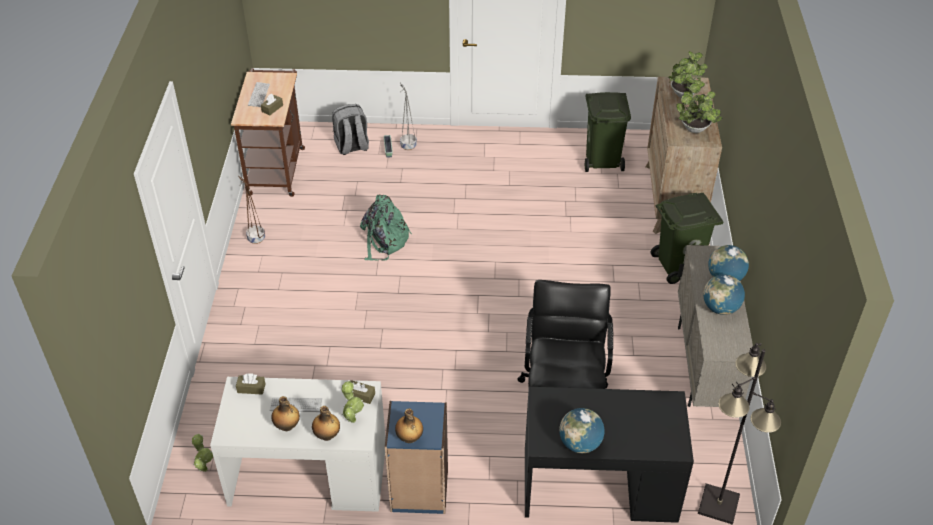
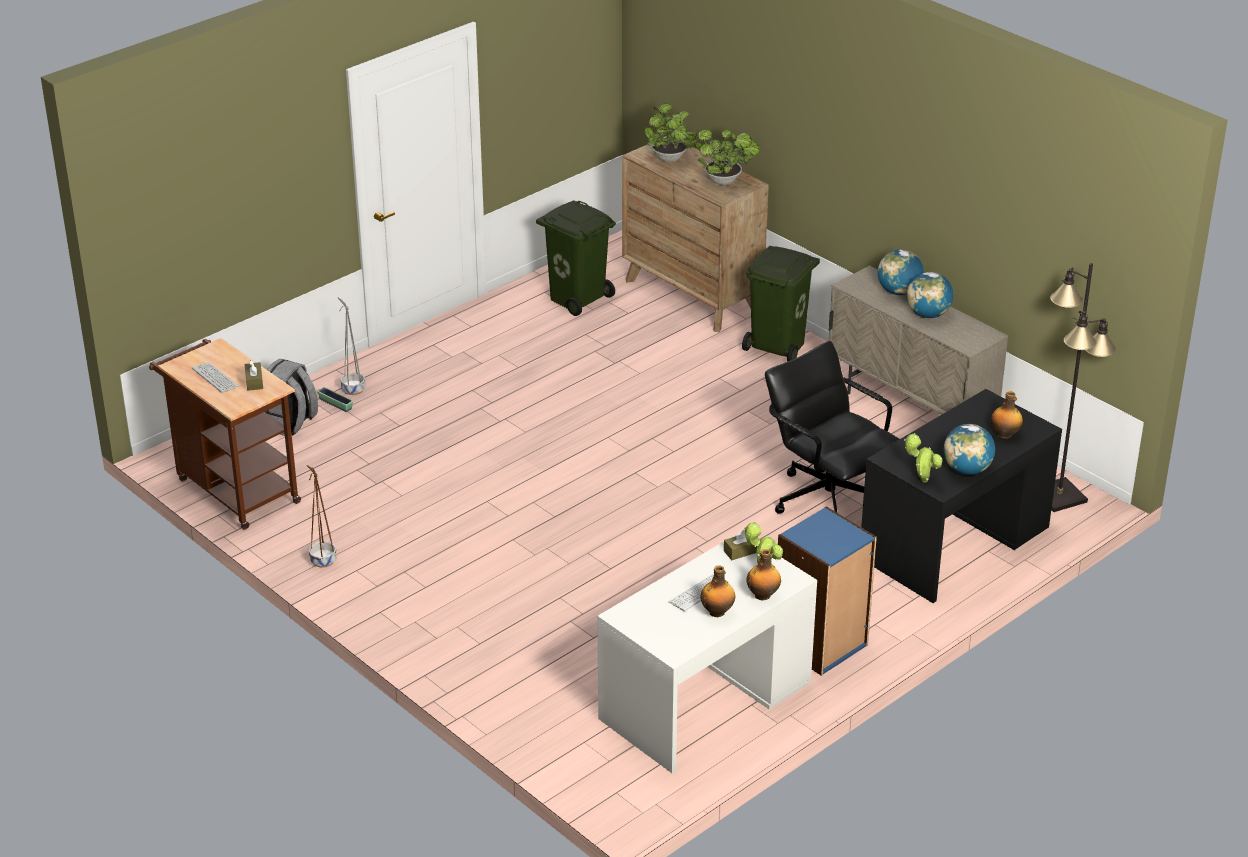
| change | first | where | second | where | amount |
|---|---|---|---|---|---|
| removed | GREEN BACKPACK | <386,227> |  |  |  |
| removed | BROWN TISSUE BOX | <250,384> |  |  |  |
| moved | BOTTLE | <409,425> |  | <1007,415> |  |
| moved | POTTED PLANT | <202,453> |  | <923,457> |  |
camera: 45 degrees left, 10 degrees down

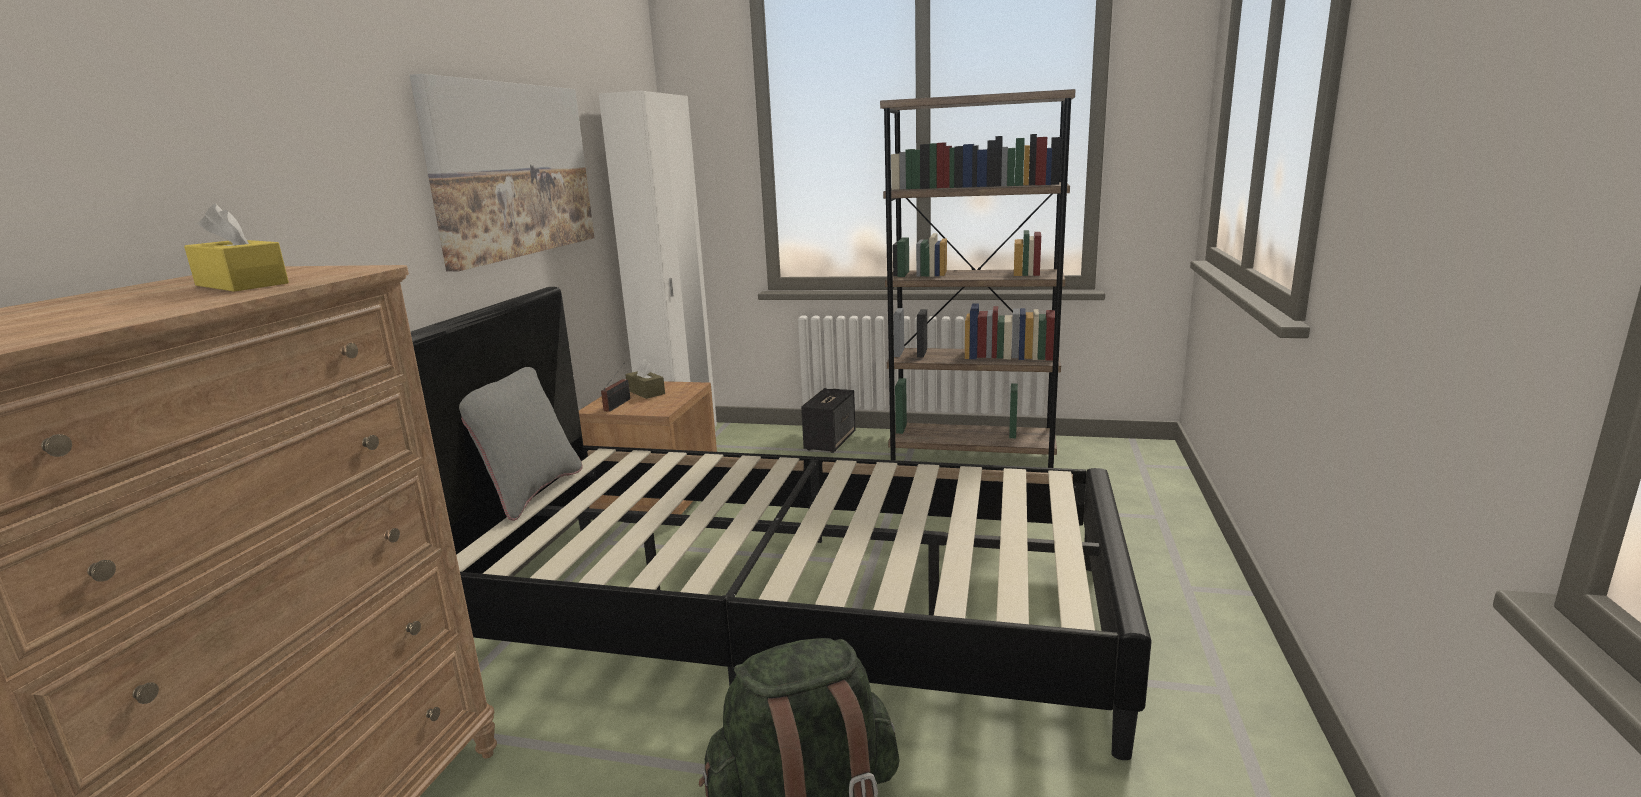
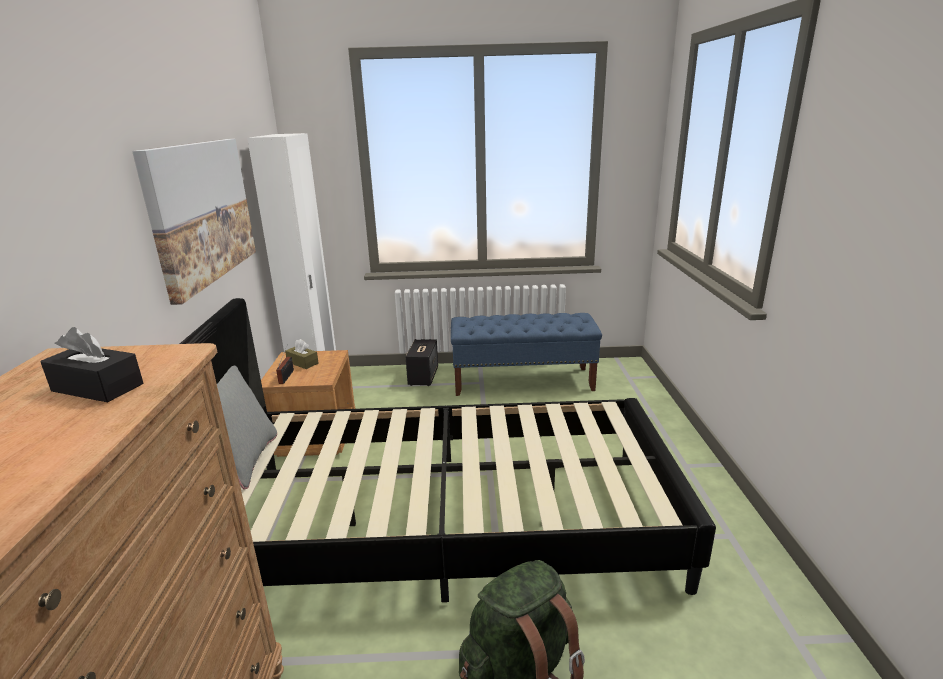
| change | first | where | second | where | amount |
|---|---|---|---|---|---|
| replaced | BROWN BOOKCASE | <978,278> | BLUE BENCH | <526,354> |  |
| recoloured | YELLOW TISSUE BOX | <236,247> | BLACK TISSUE BOX | <91,364> |  |
camera: 15 degrees left, 5 degrees up

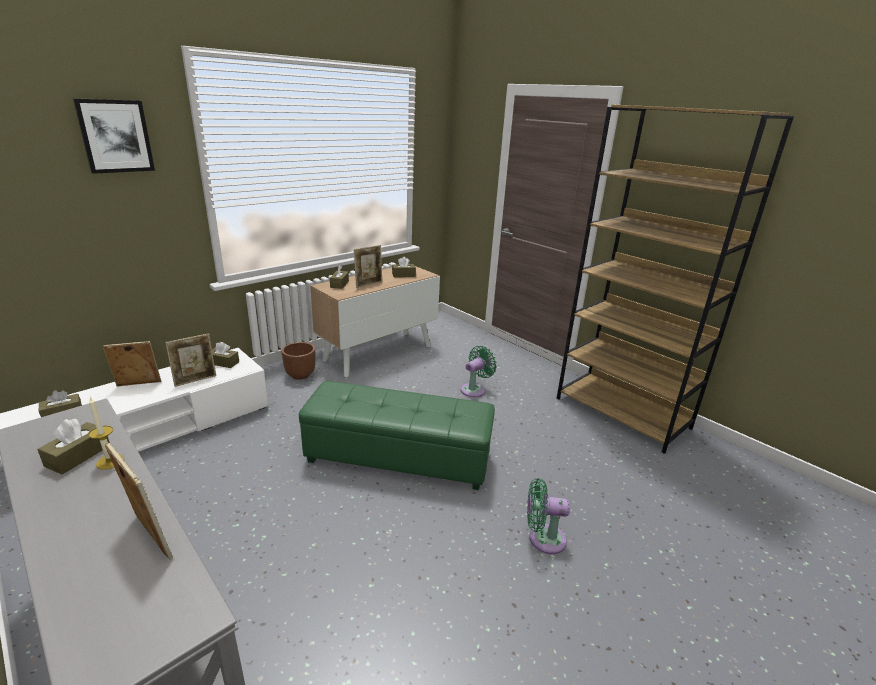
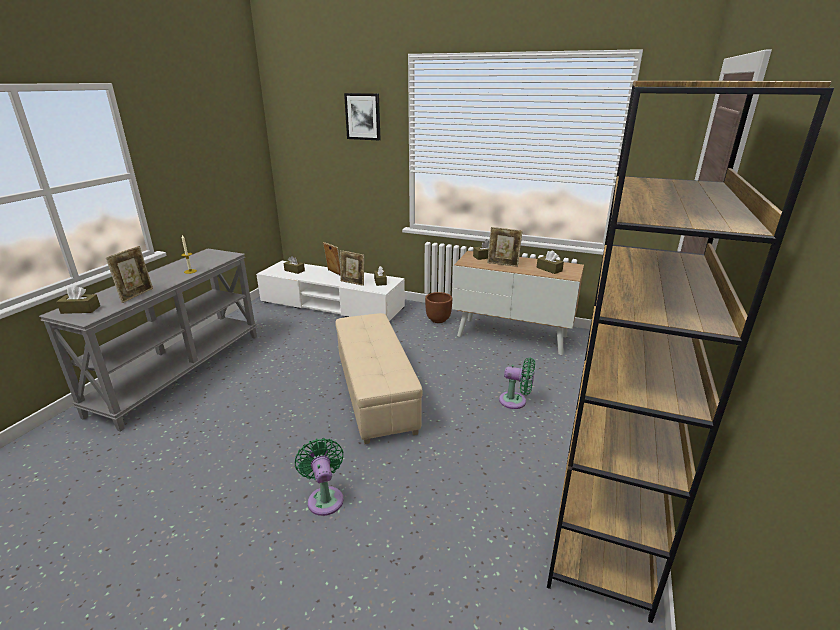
| change | first | where | second | where | amount |
|---|---|---|---|---|---|
| recoloured | GREEN OTTOMAN | <397,435> | BEIGE OTTOMAN | <379,378> |  |
| moved | BROWN TISSUE BOX | <73,447> |  | <78,299> |  |
camera: 65 degrees right, 0 degrees up

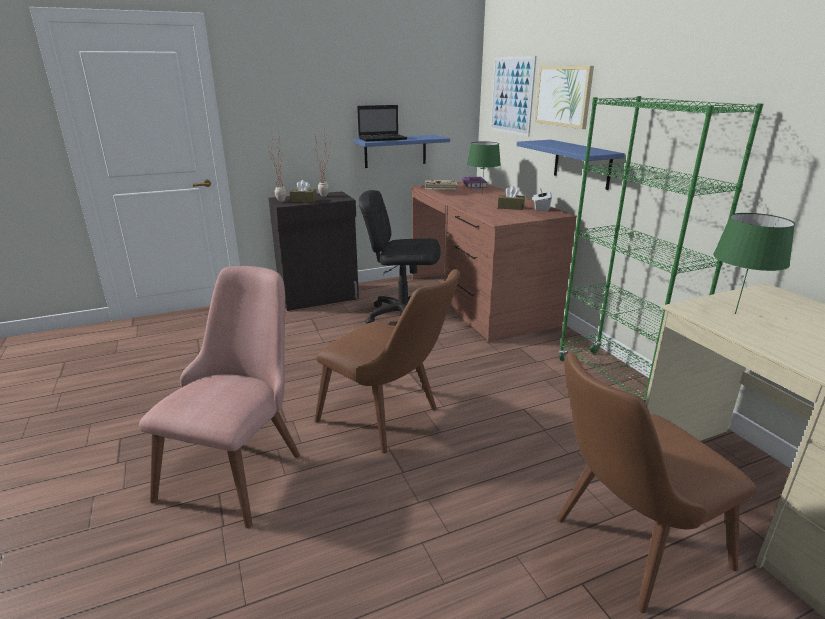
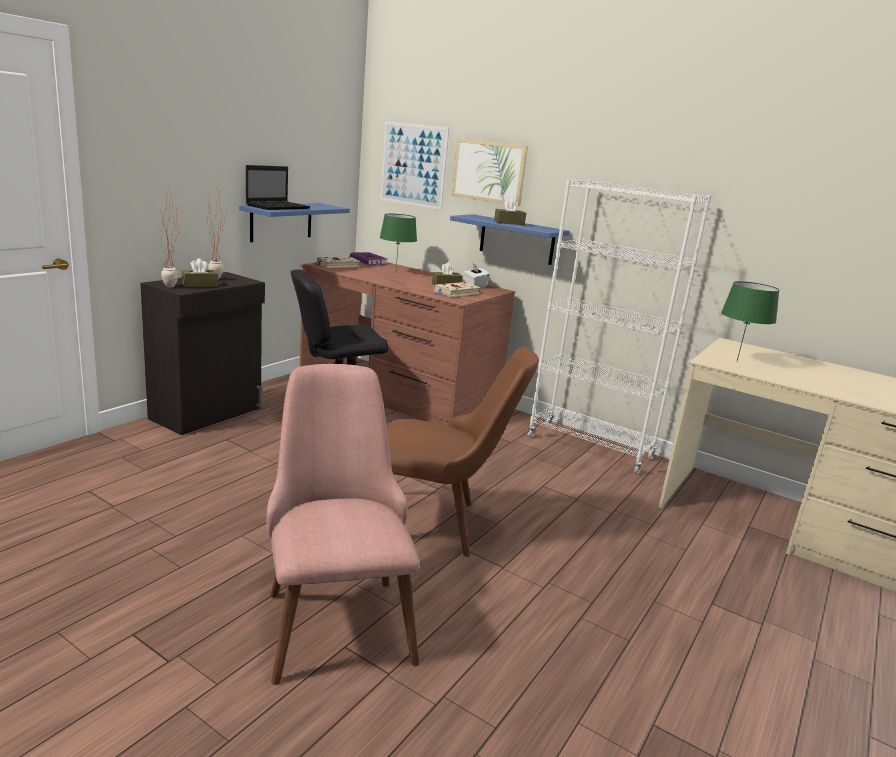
| change | first | where | second | where | amount |
|---|---|---|---|---|---|
| recoloured | GREEN BOOKCASE | <660,249> | WHITE BOOKCASE | <620,326> |  |
| removed | BROWN CHAIR | <657,482> |  |  |  |
| added |  |  | BROWN TISSUE BOX | <510,211> |  |
| added |  |  | BEIGE BOOK | <457,289> |  |
camera: 35 degrees left, 5 degrees down

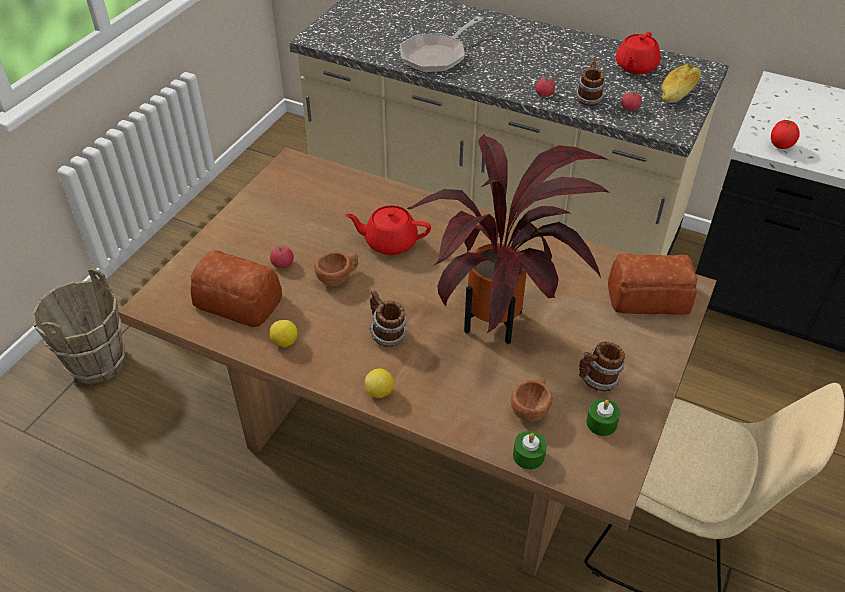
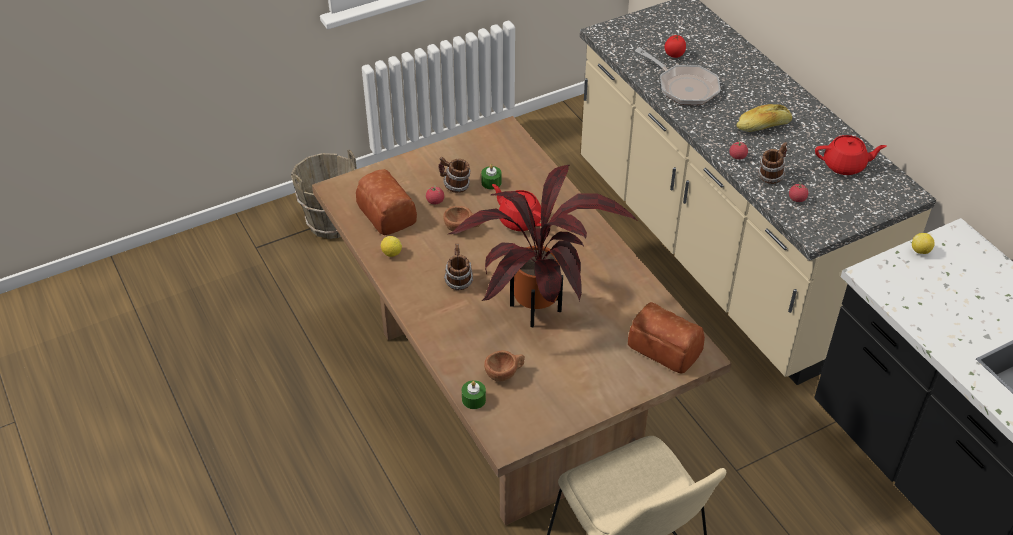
| change | first | where | second | where | amount |
|---|---|---|---|---|---|
| turned | FRYING PAN | <441,44> |  | <677,76> | 120 degrees counterclockwise |
| turned | RED TEAPOT | <638,53> |  | <851,155> | 150 degrees counterclockwise |
| moved | BREAD | <681,83> |  | <764,118> |  |
| moved | TOMATO | <785,134> |  | <675,46> |  |
| moved | MUG | <602,367> |  | <454,175> |  |
| moved | LEMON | <379,383> |  | <923,243> |  |
| moved | GREEN CANDLE | <603,417> |  | <491,177> |  |
camera: 35 degrees right, 0 degrees up

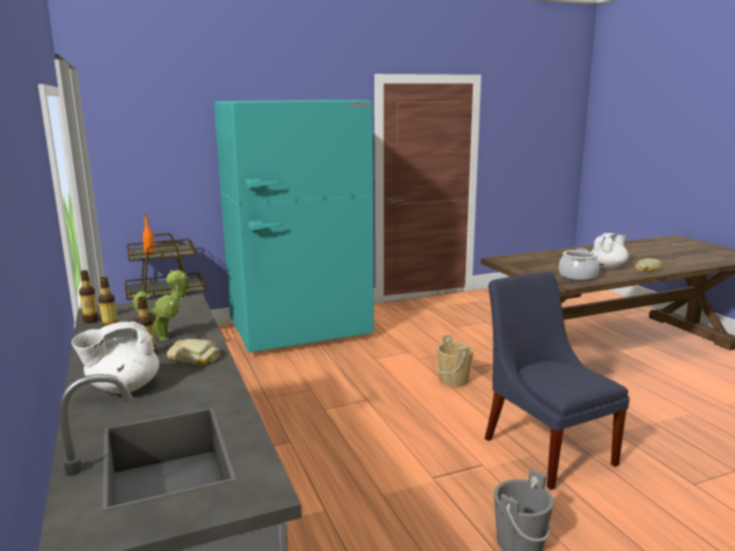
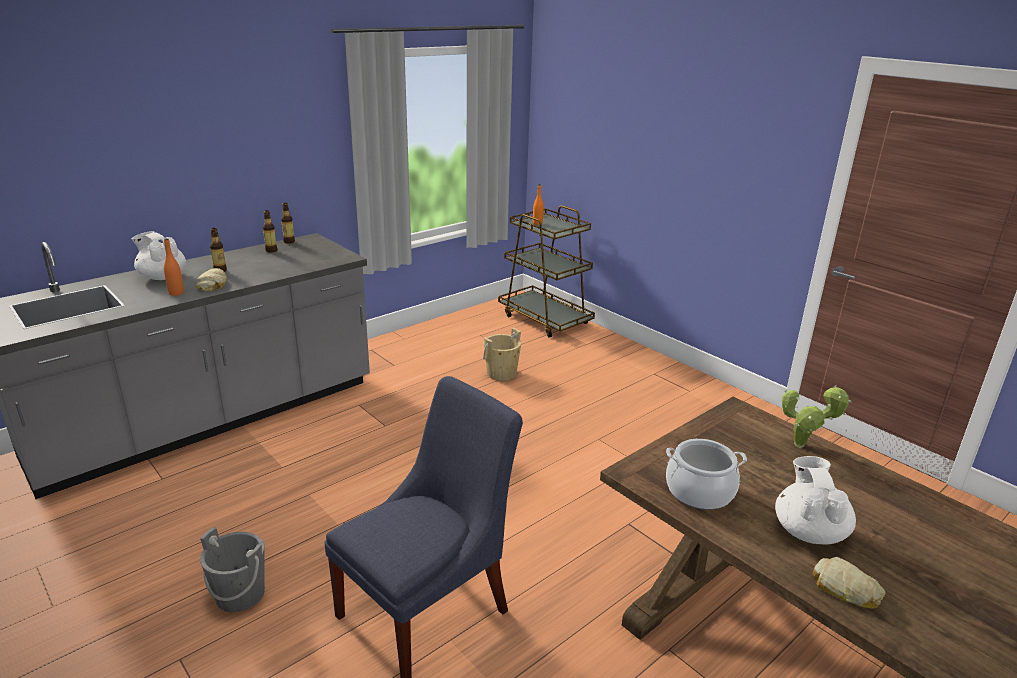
| change | first | where | second | where | amount |
|---|---|---|---|---|---|
| removed | TURQUOISE FRIDGE | <294,226> |  |  |  |
| turned | WHITE TEAPOT | <610,251> |  | <815,500> | 120 degrees counterclockwise |
| moved | POTTED PLANT | <161,305> |  | <816,416> |  |
| moved | BEIGE BUCKET | <455,360> |  | <502,354> |  |
| added |  |  | ORANGE BOTTLE | <174,267> |  |
camera: 70 degrees right, 10 degrees up

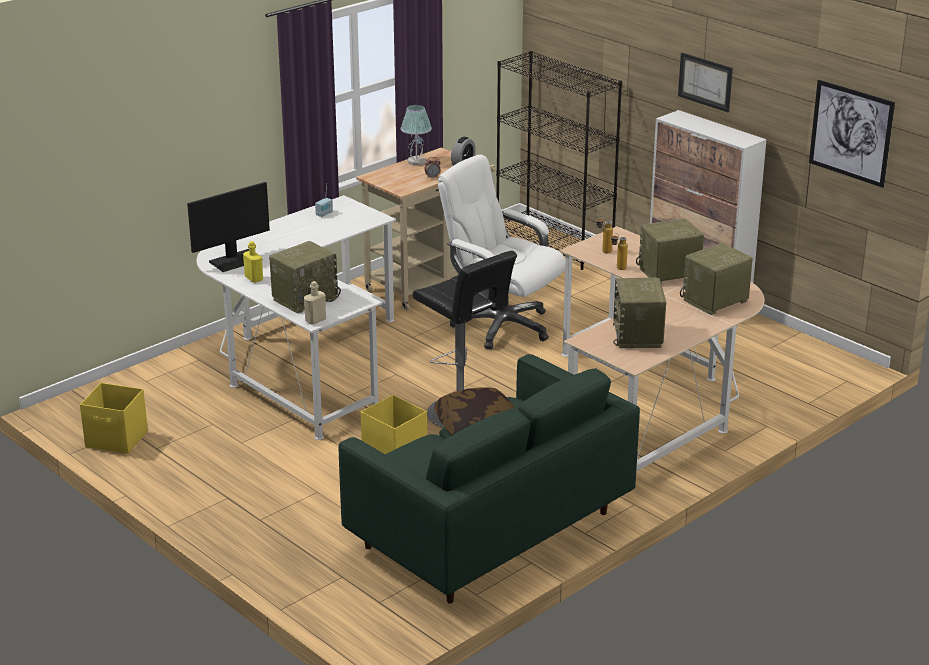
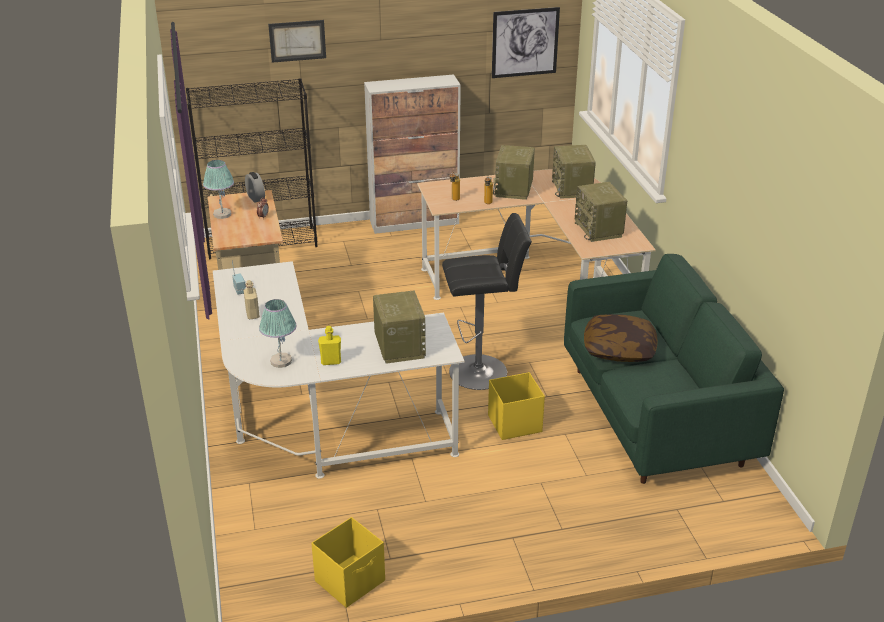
| change | first | where | second | where | amount |
|---|---|---|---|---|---|
| moved | PICTURE | <705,82> |  | <297,41> |  |
| removed | WHITE OFFICE CHAIR | <502,251> |  |  |  |
| replaced | MONITOR | <228,227> | TABLE LAMP | <278,333> |  |
| turned | RADIO | <639,313> |  | <601,212> | 45 degrees clockwise |
| moved | BEIGE BOTTLE | <315,303> |  | <252,299> |  |
camera: 60 degrees left, 5 degrees up

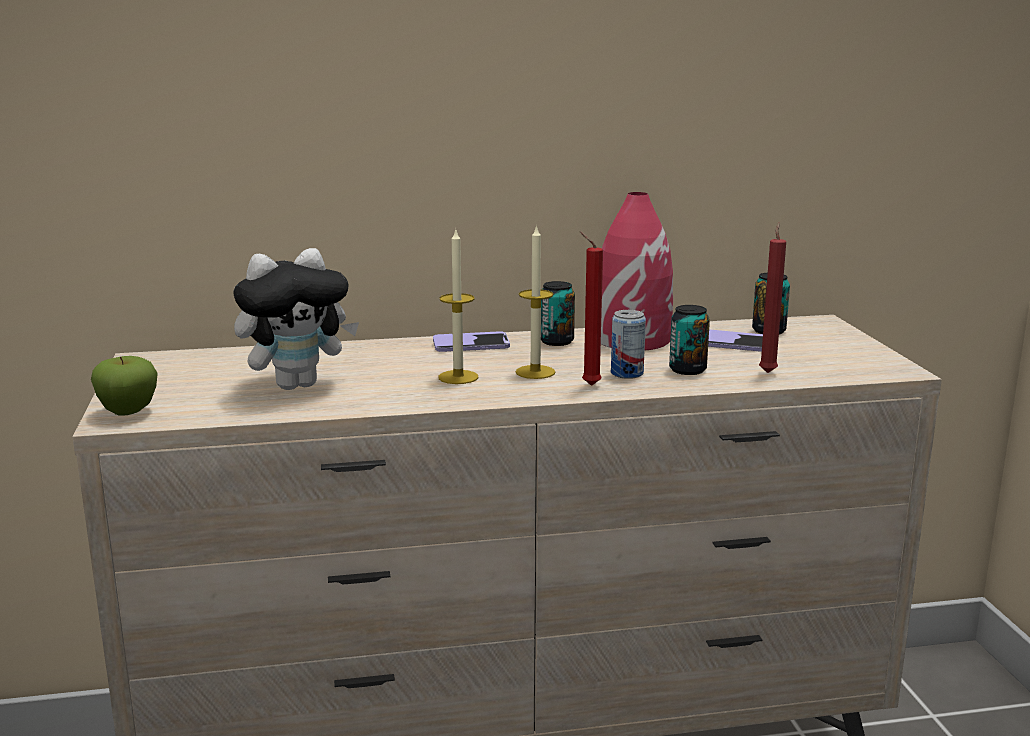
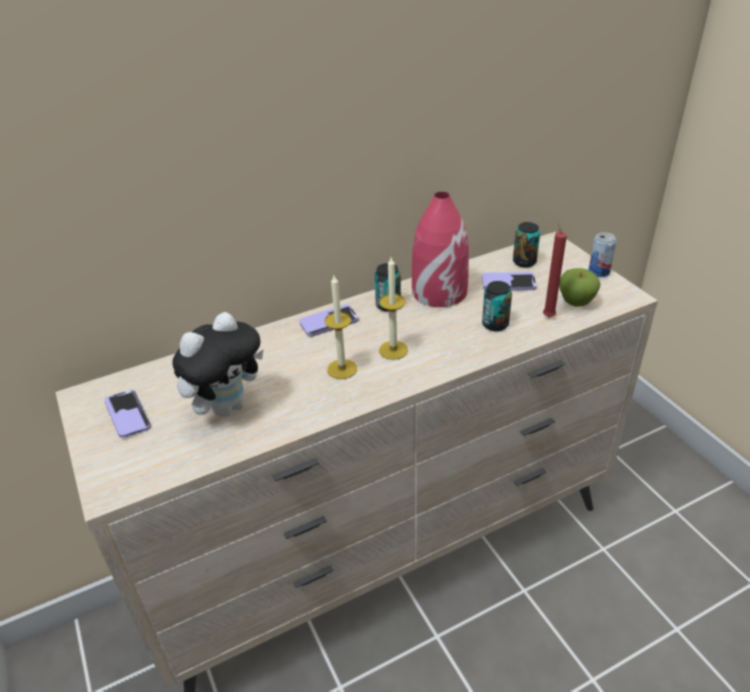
| change | first | where | second | where | amount |
|---|---|---|---|---|---|
| removed | RED CANDLE | <591,308> |  |  |  |
| moved | CAN | <628,344> |  | <602,254> |  |
| moved | APPLE | <124,386> |  | <579,287> |  |
| added |  |  | PHONE | <127,414> |  |
camera: 15 degrees left, 20 degrees up

